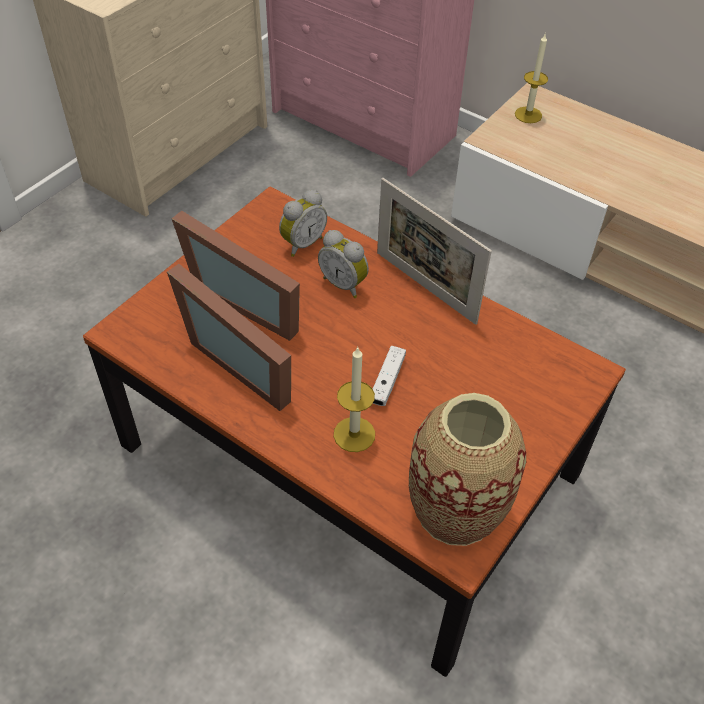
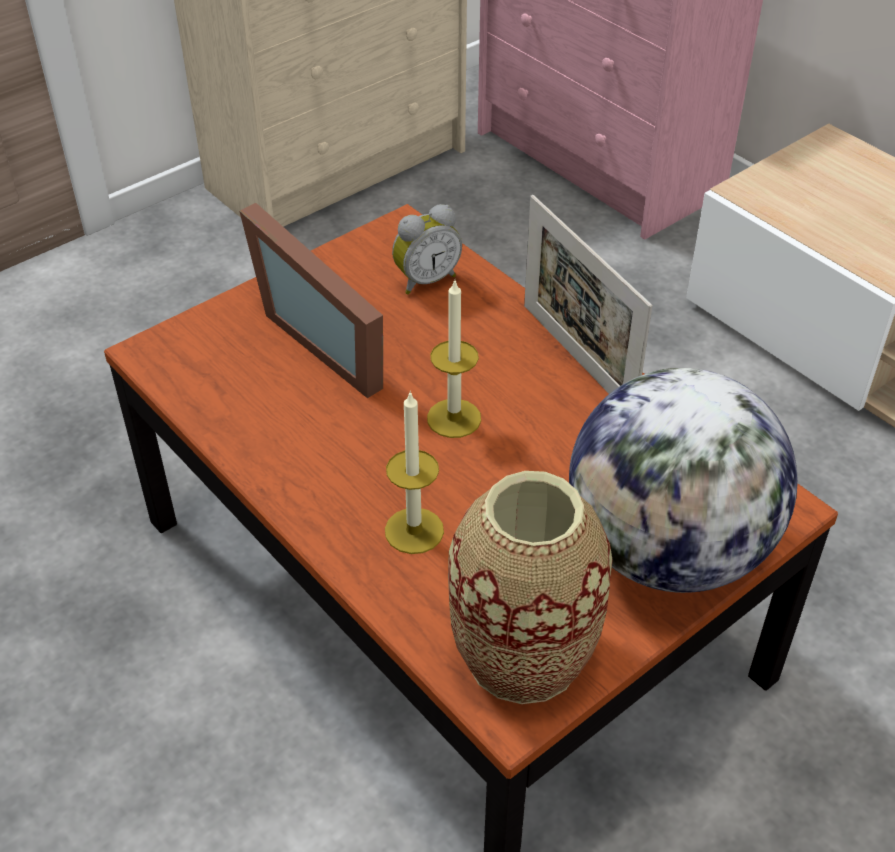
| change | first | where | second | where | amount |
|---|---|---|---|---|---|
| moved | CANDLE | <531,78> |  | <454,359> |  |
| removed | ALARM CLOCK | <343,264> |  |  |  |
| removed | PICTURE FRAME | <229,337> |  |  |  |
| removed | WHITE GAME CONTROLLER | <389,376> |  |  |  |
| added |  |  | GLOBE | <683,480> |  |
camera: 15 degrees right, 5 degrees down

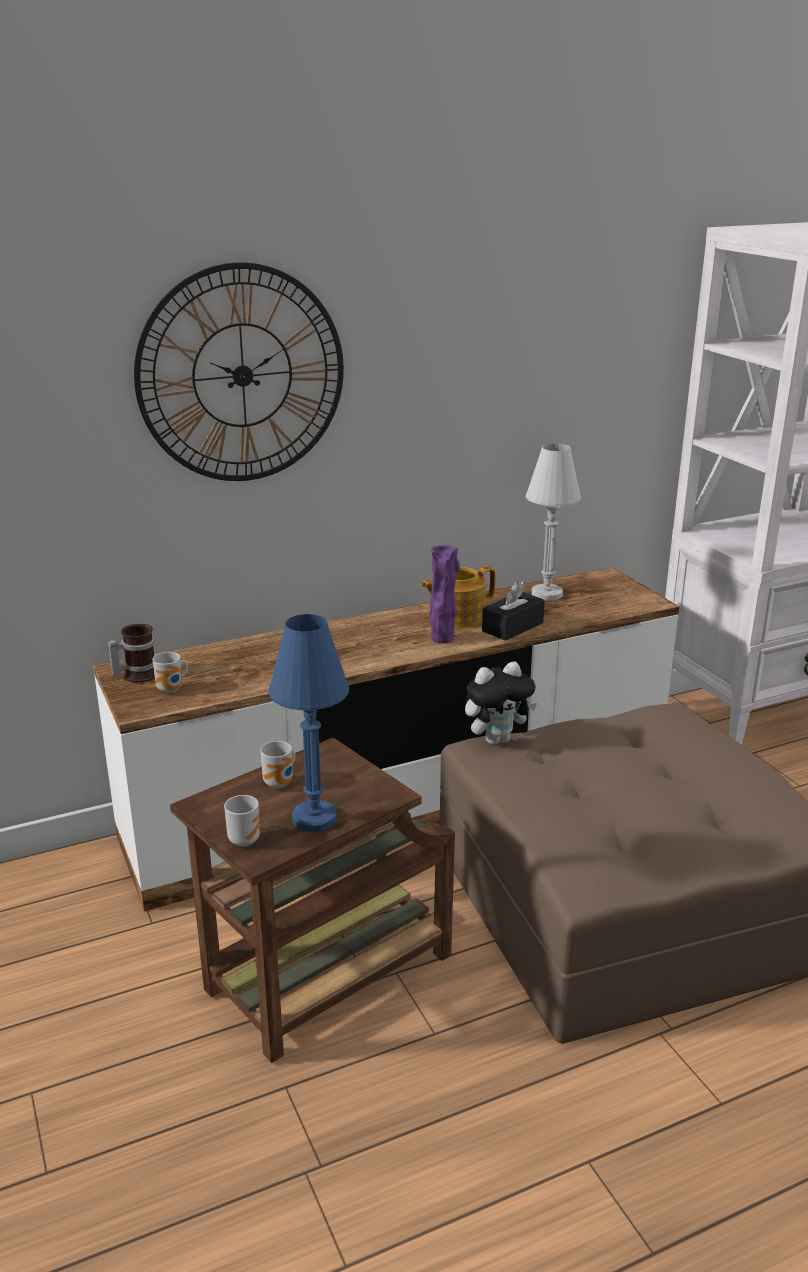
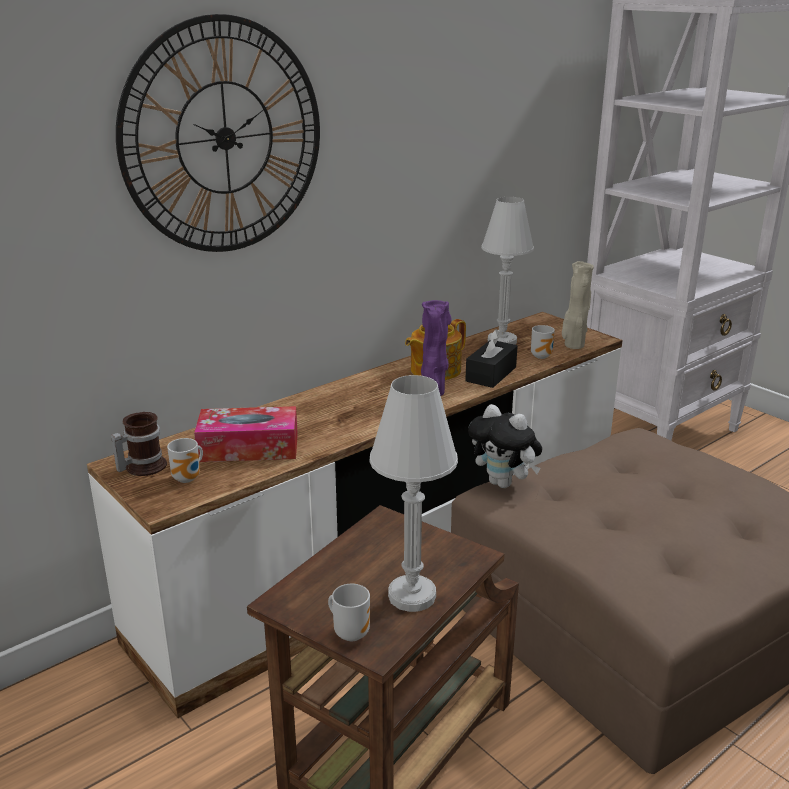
| change | first | where | second | where | amount |
|---|---|---|---|---|---|
| recoloured | BLUE TABLE LAMP | <308,723> | WHITE TABLE LAMP | <413,493> |  |
| turned | PLUSH TOY | <501,703> |  | <505,446> | 75 degrees clockwise |
| moved | MUG | <277,765> |  | <543,342> |  |
| added |  |  | BEIGE VASE | <578,305> |  |
| added |  |  | TISSUE BOX | <246,434> |  |
camera: 15 degrees left, 0 degrees up

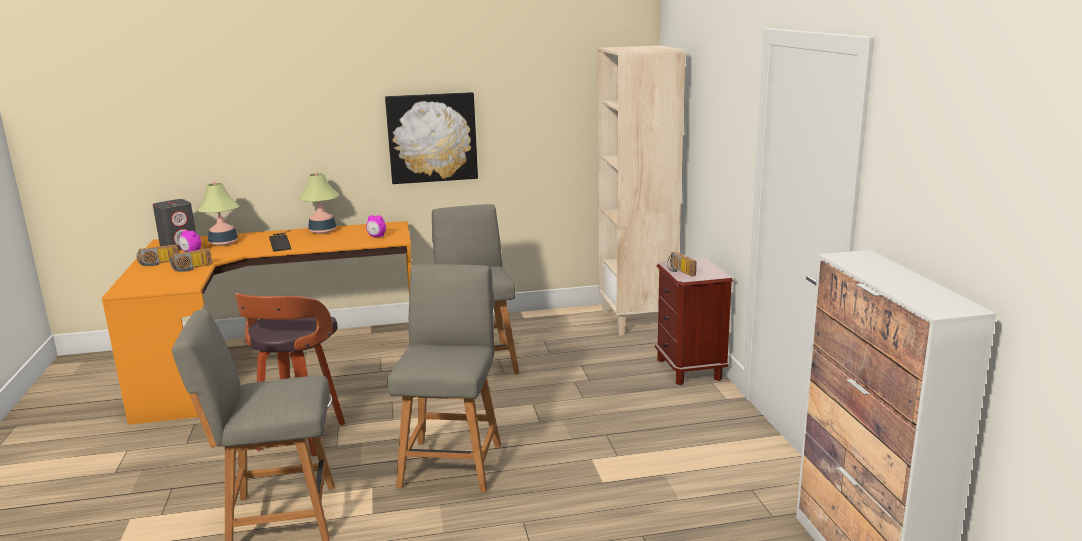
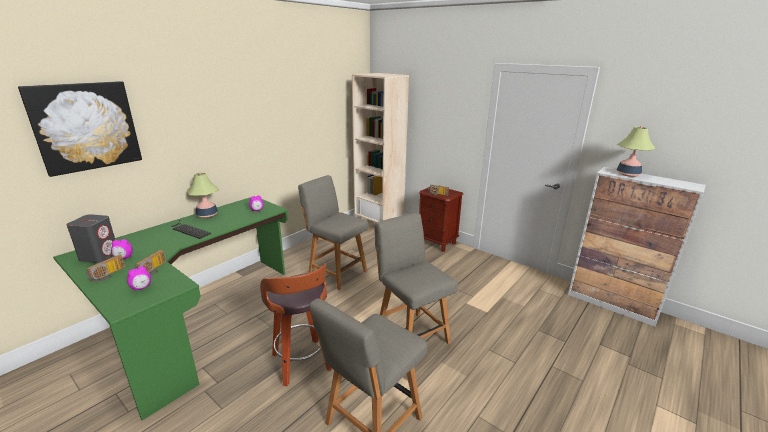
| change | first | where | second | where | amount |
|---|---|---|---|---|---|
| moved | PICTURE | <431,138> |  | <80,129> |  |
| moved | TABLE LAMP | <218,214> |  | <635,151> |  |
| recoloured | ORANGE DESK | <256,323> | GREEN DESK | <170,308> |  |
| added |  |  | ALARM CLOCK | <139,278> |  |
camera: 40 degrees left, 5 degrees up

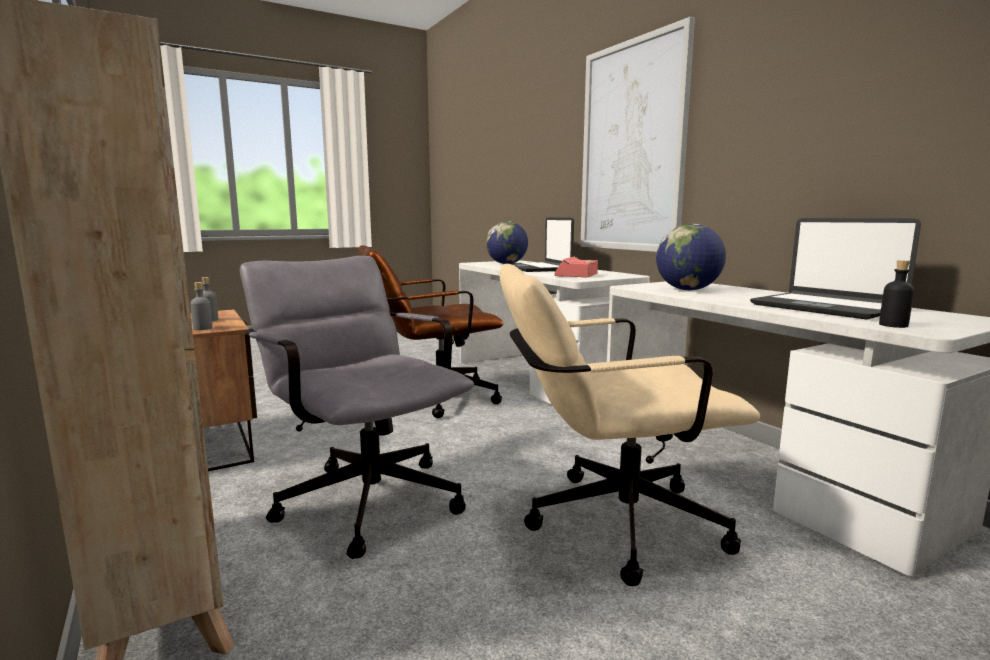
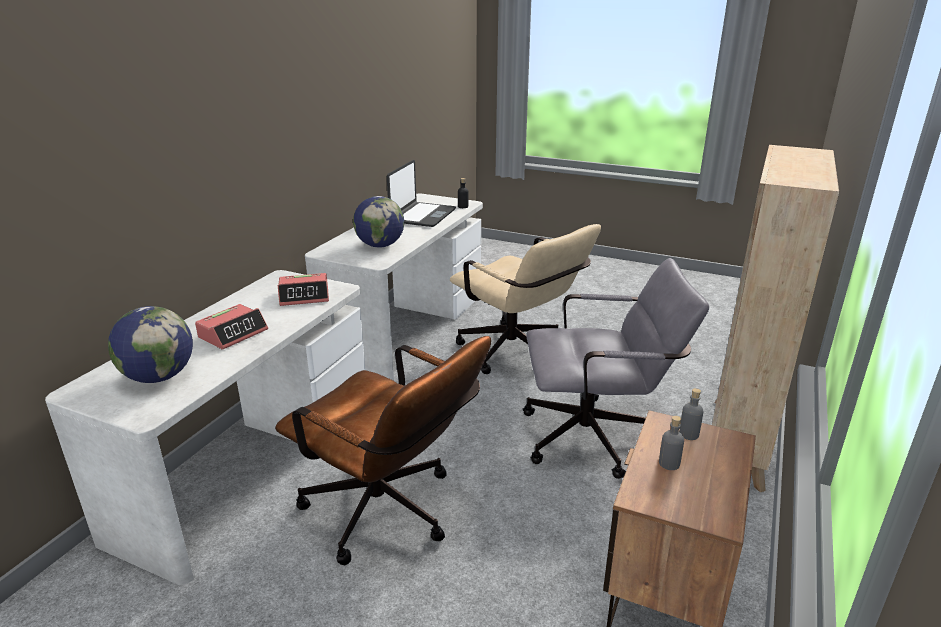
| change | first | where | second | where | amount |
|---|---|---|---|---|---|
| removed | PICTURE | <637,134> |  |  |  |
| replaced | LAPTOP | <539,244> | ALARM CLOCK | <231,327> |  |
| turned | GREY OFFICE CHAIR | <357,407> |  | <616,368> | 105 degrees counterclockwise |
camera: 125 degrees left, 15 degrees up

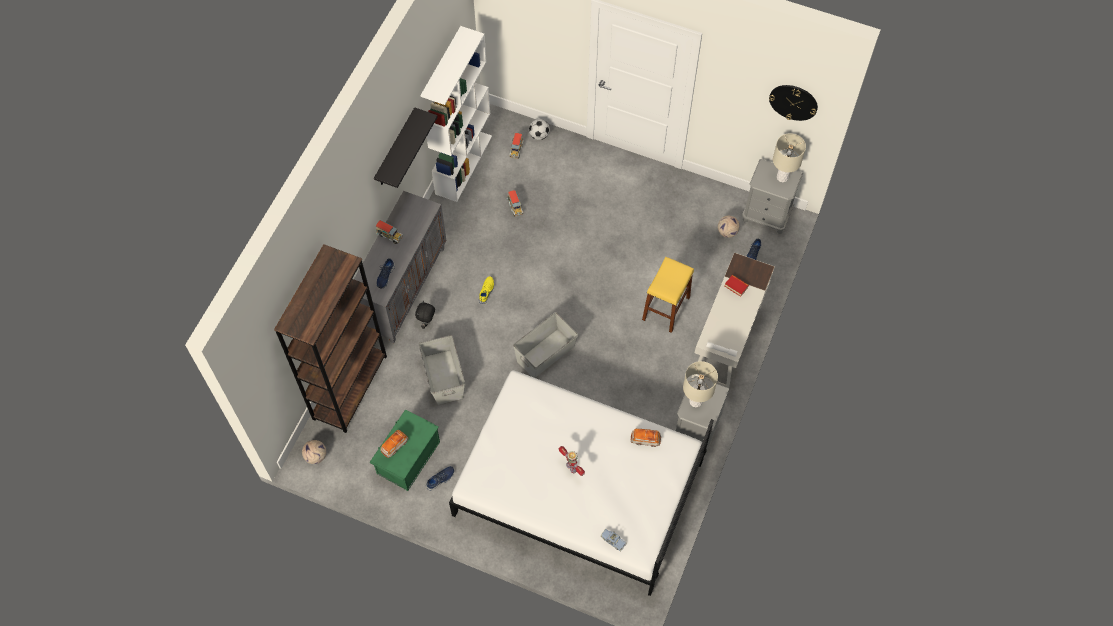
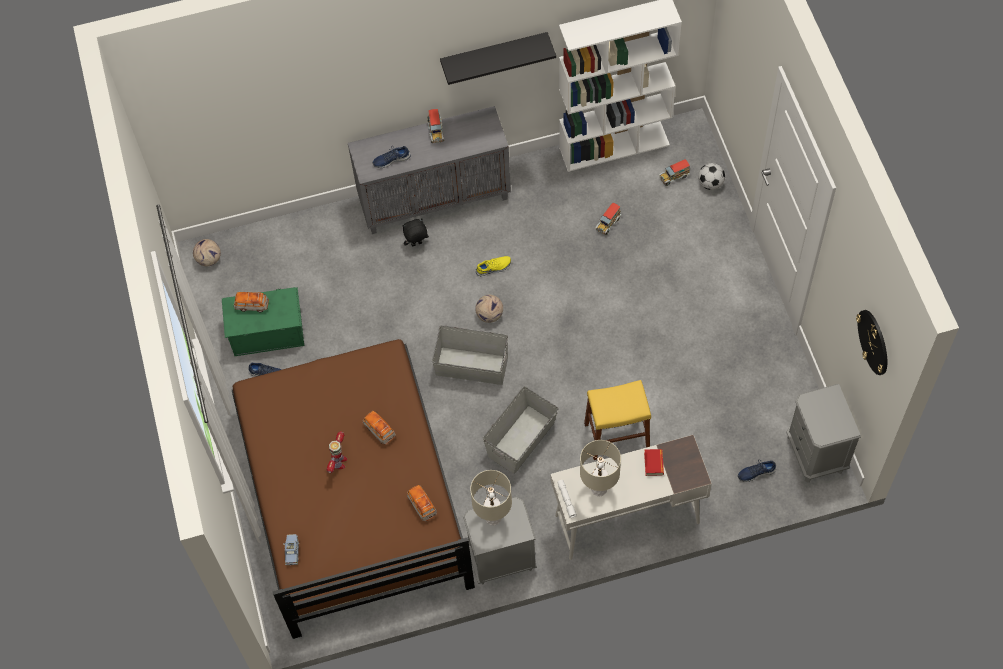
| change | first | where | second | where | amount |
|---|---|---|---|---|---|
| moved | BEIGE TABLE LAMP | <789,157> |  | <600,468> |  |
| moved | FOOTBALL | <729,227> |  | <489,309> |  |
| removed | BROWN BOOKCASE | <330,338> |  |  |  |
| moved | GREY STORAGE BOX | <442,370> |  | <521,430> |  |
| recoloured | WHITE BED | <581,483> | BROWN BED | <353,489> |  |
| added |  |  | TOY CAR | <379,428> |  |
camera: 55 degrees right, 0 degrees up

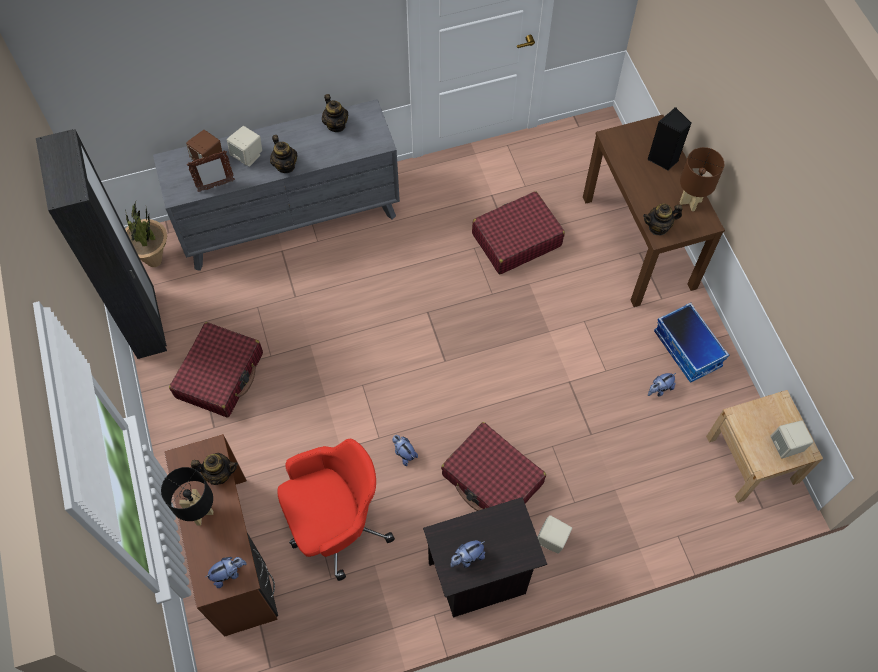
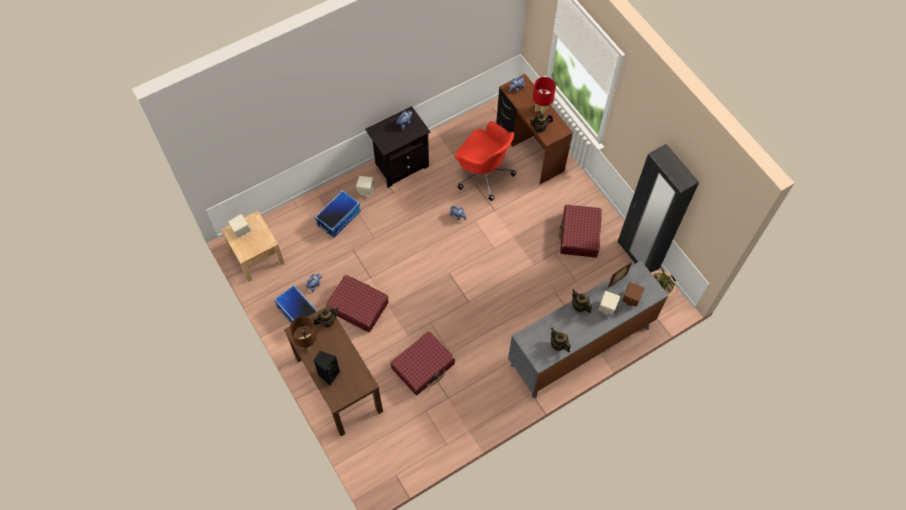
| change | first | where | second | where | amount |
|---|---|---|---|---|---|
| moved | RED SUITCASE | <493,466> |  | <357,303> |  |
| turned | RED OFFICE CHAIR | <336,510> |  | <486,161> | 105 degrees counterclockwise |
| recoloured | BLACK TABLE LAMP | <187,496> | RED TABLE LAMP | <544,95> |  |
| added |  |  | STORAGE BOX | <338,214> |  |
camera: 165 degrees right, 0 degrees up

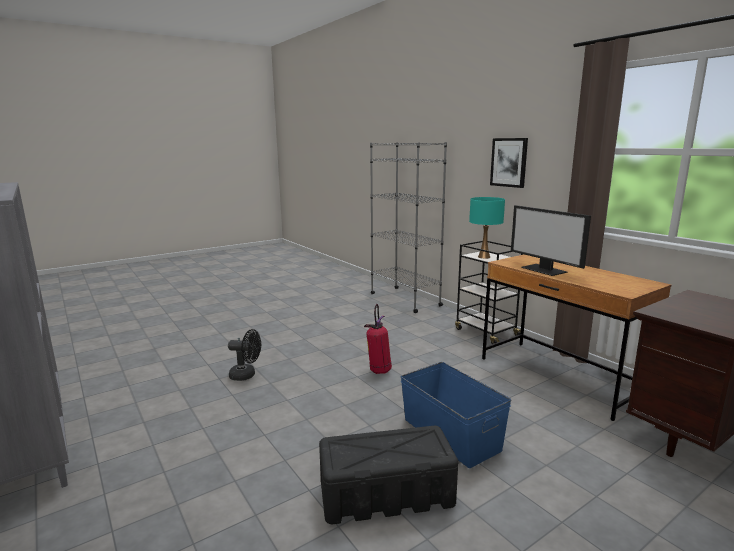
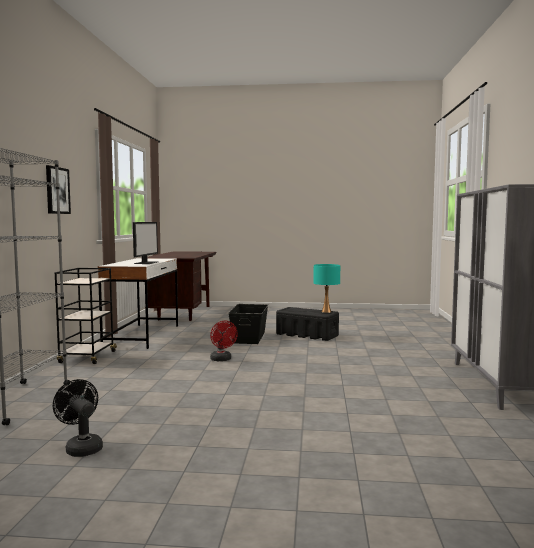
| change | first | where | second | where | amount |
|---|---|---|---|---|---|
| moved | TURQUOISE TABLE LAMP | <487,228> |  | <326,288> |  |
| recoloured | BROWN DESK | <576,337> | WHITE DESK | <138,303> |  |
| replaced | FIRE EXTINGUISHER | <378,339> | RED FAN | <224,341> |  |
| moved | BLACK FAN | <244,355> |  | <78,418> |  |
| recoloured | BLUE STORAGE BOX | <456,415> | BLACK STORAGE BOX | <248,324> |  |
camera: 140 degrees left, 10 degrees down

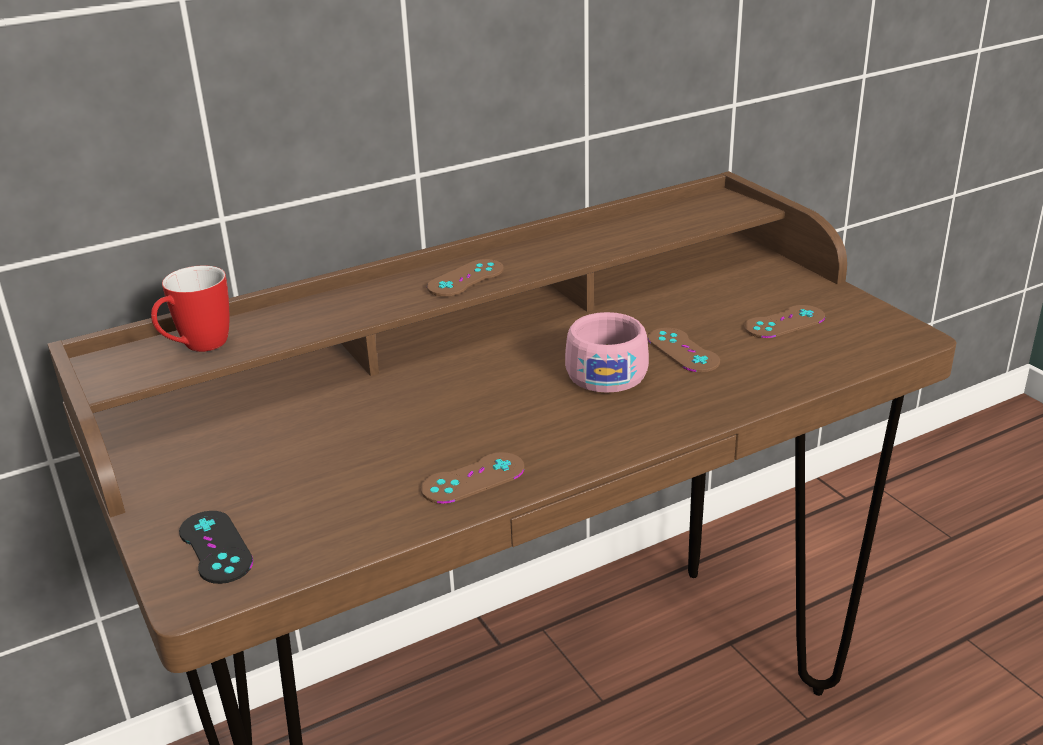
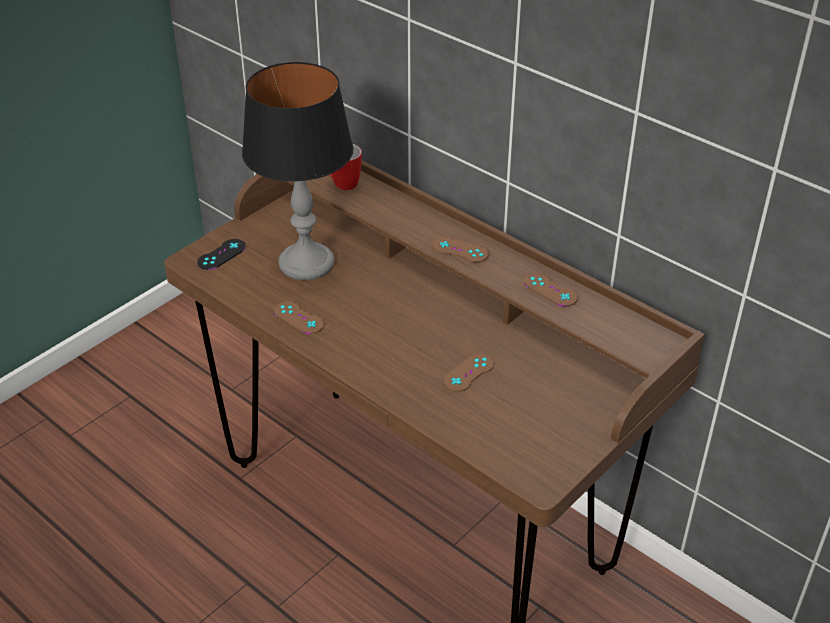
| change | first | where | second | where | amount |
|---|---|---|---|---|---|
| moved | BROWN GAME CONTROLLER | <784,321> |  | <551,290> |  |
| removed | PINK CUP | <607,352> |  |  |  |
| added |  |  | TABLE LAMP | <298,171> |  |
camera: 70 degrees right, 10 degrees up

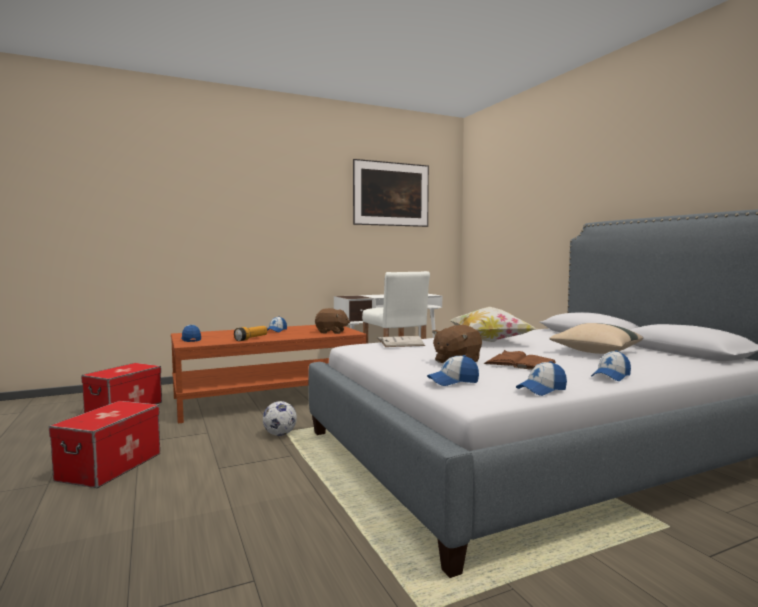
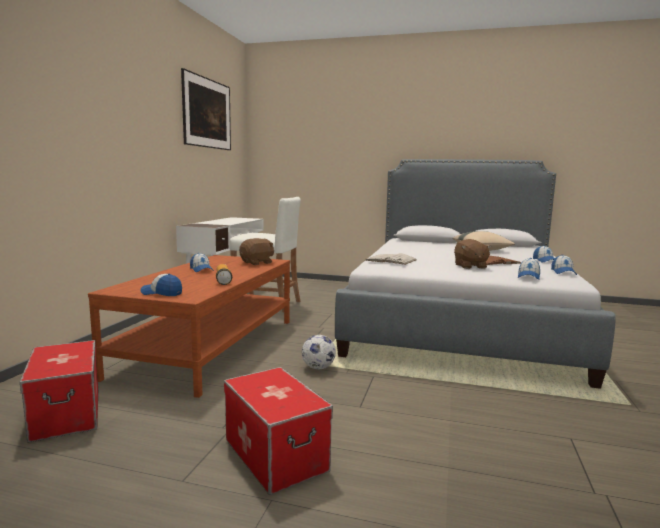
| change | first | where | second | where | amount |
|---|---|---|---|---|---|
| removed | PILLOW | <493,324> |  |  |  |
camera: 50 degrees left, 5 degrees up

